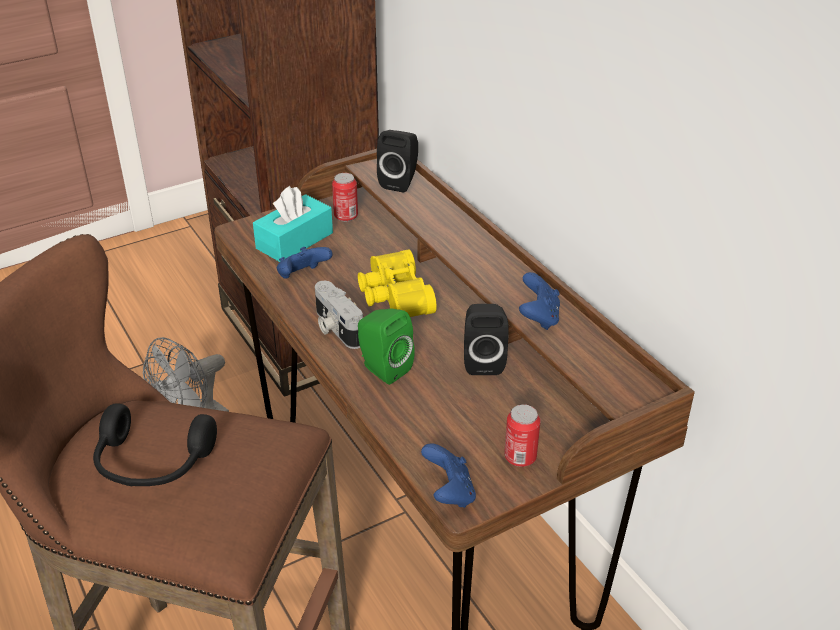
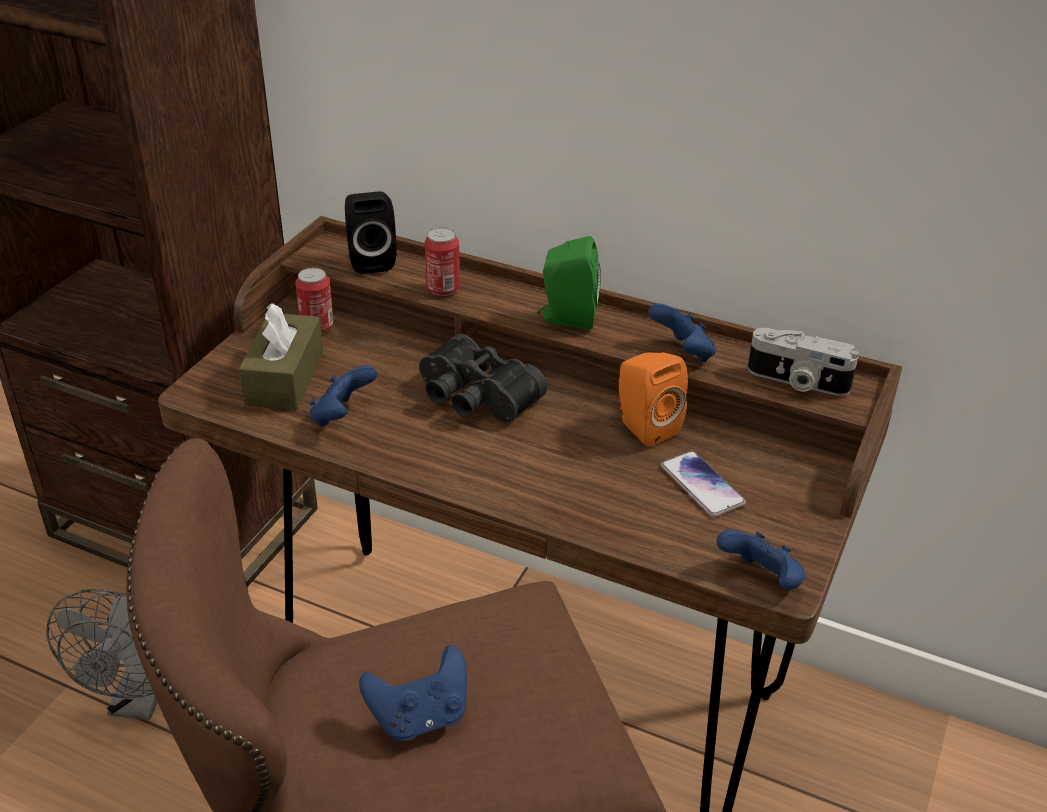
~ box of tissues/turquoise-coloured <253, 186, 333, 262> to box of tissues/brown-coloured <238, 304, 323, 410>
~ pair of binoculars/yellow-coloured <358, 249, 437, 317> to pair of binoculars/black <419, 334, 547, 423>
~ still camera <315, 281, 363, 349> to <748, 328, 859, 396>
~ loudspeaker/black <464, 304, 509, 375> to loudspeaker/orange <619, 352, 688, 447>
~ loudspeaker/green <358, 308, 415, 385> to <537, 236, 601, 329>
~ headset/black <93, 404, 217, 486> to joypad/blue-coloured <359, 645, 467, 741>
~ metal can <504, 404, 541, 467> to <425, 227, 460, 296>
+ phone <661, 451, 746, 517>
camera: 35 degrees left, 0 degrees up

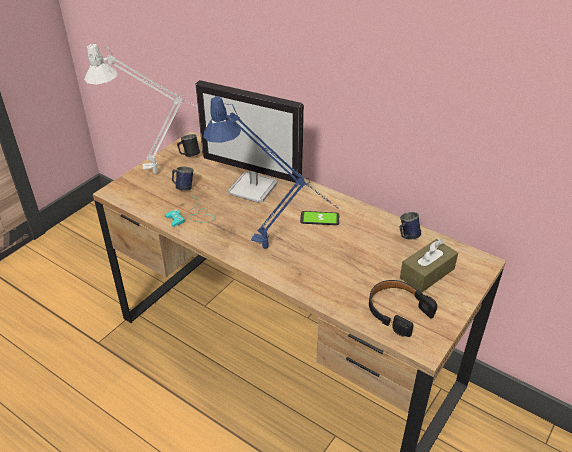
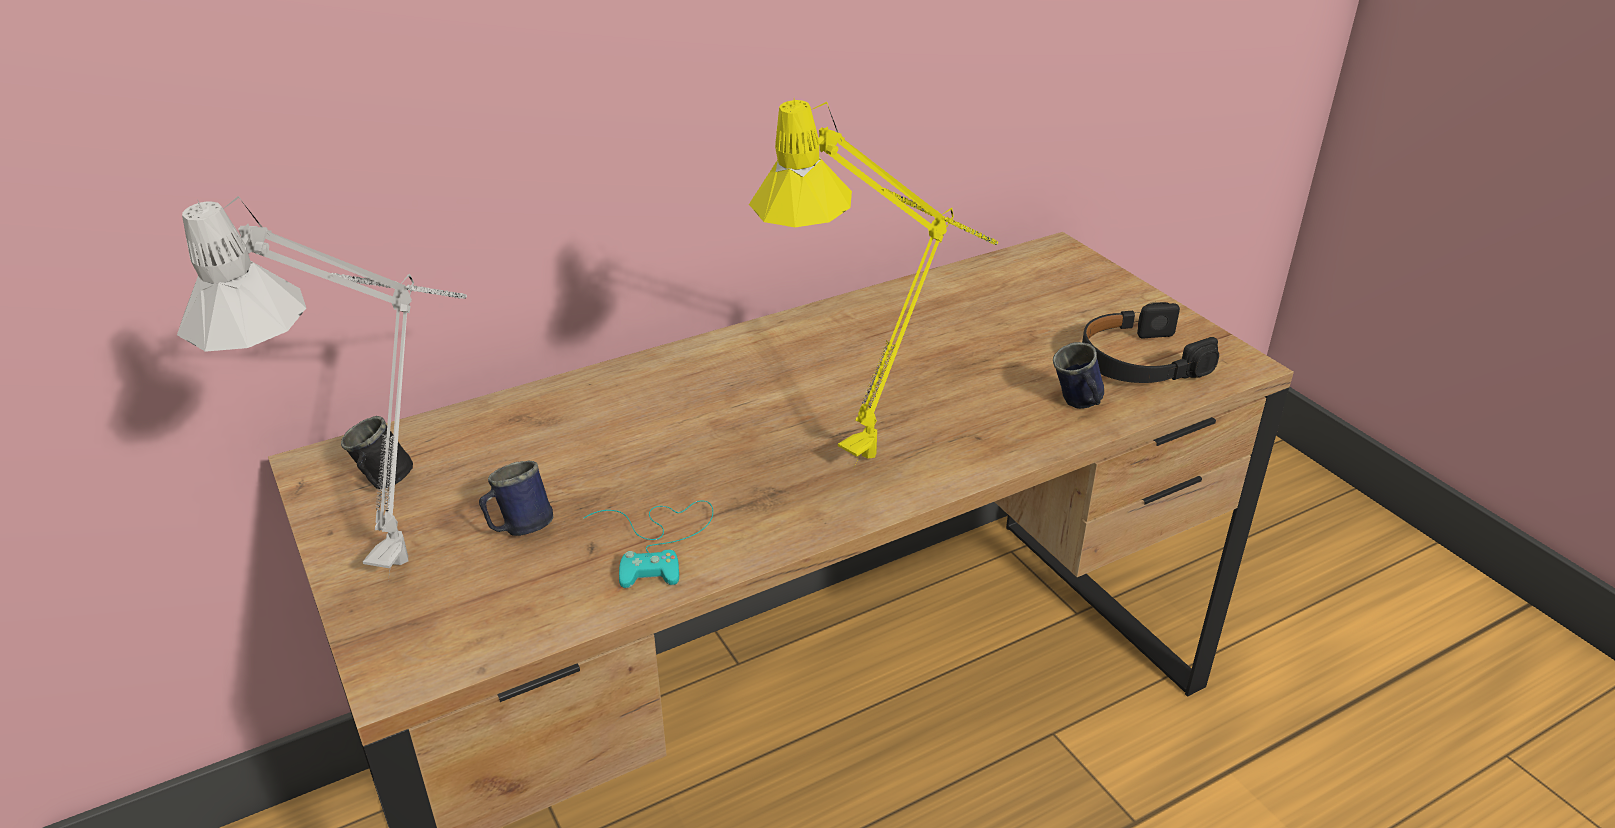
- computer display <196, 80, 304, 203>
~ tabletop lamp/blue-coloured <203, 96, 339, 249> to tabletop lamp/yellow-coloured <749, 99, 998, 464>
- phone <300, 211, 339, 225>
~ tea mug/blue-coloured <399, 212, 421, 240> to <1053, 342, 1104, 409>
- box of tissues/brown-coloured <400, 239, 458, 292>
camera: 65 degrees left, 5 degrees down

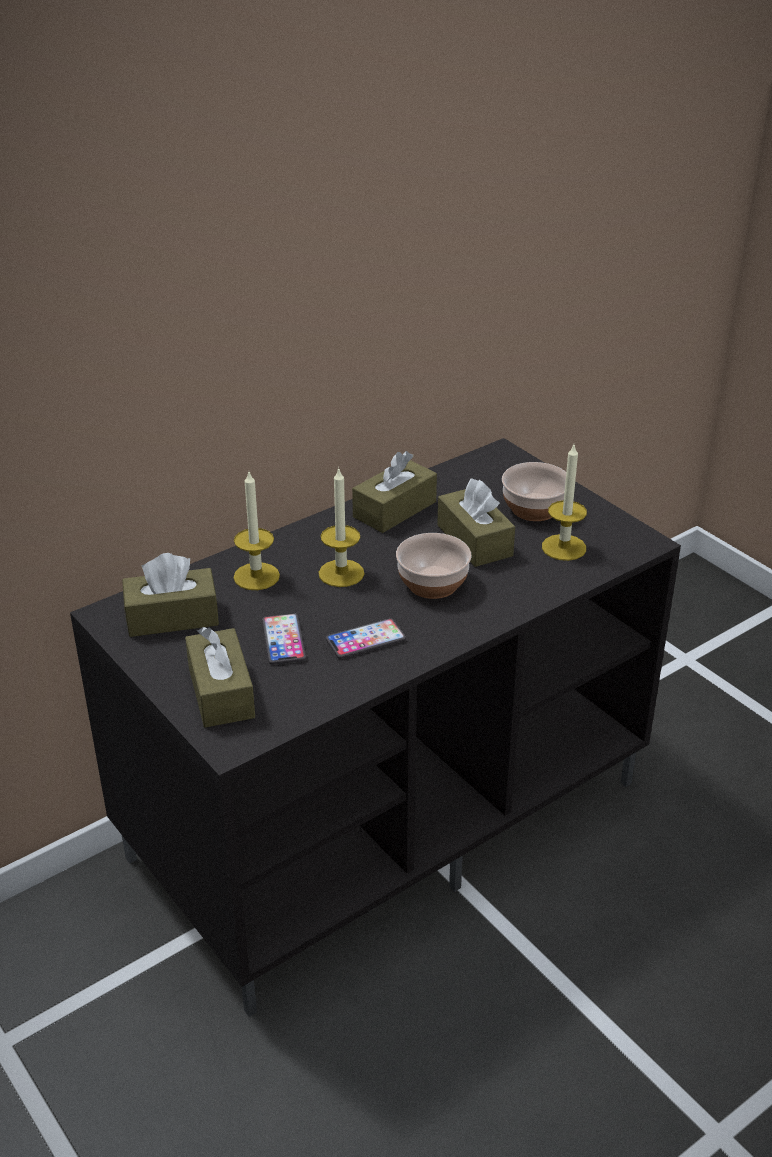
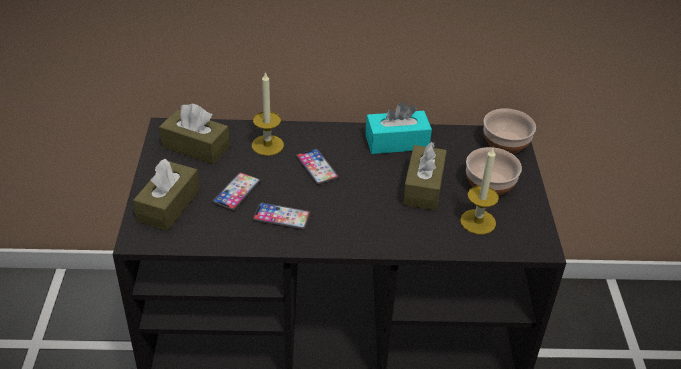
~ box of tissues/brown-coloured <352, 451, 437, 533> to box of tissues/turquoise-coloured <365, 102, 432, 154>
~ candle <319, 467, 364, 587> to phone <296, 149, 339, 185>
~ serving bowl <396, 533, 471, 599> to <483, 108, 536, 154>
camera: 35 degrees right, 5 degrees up

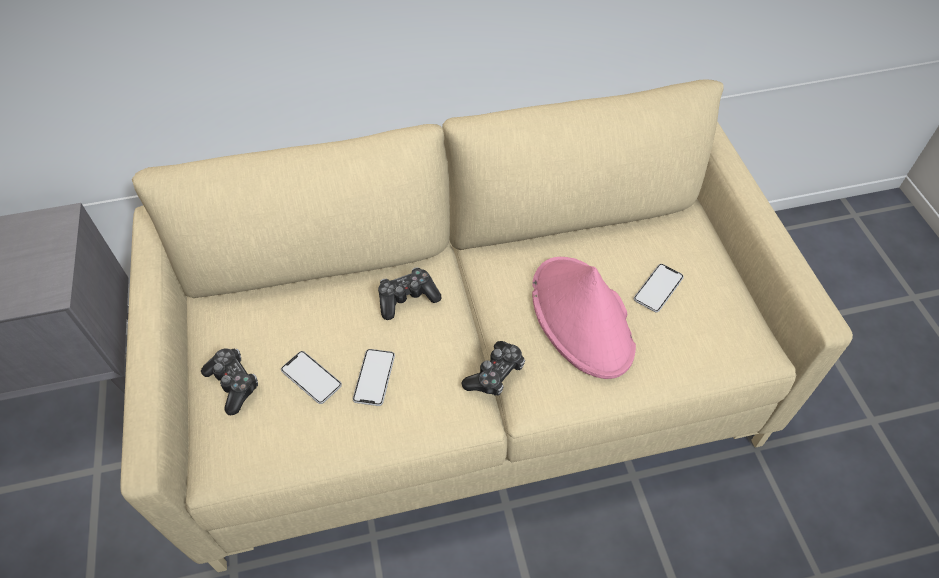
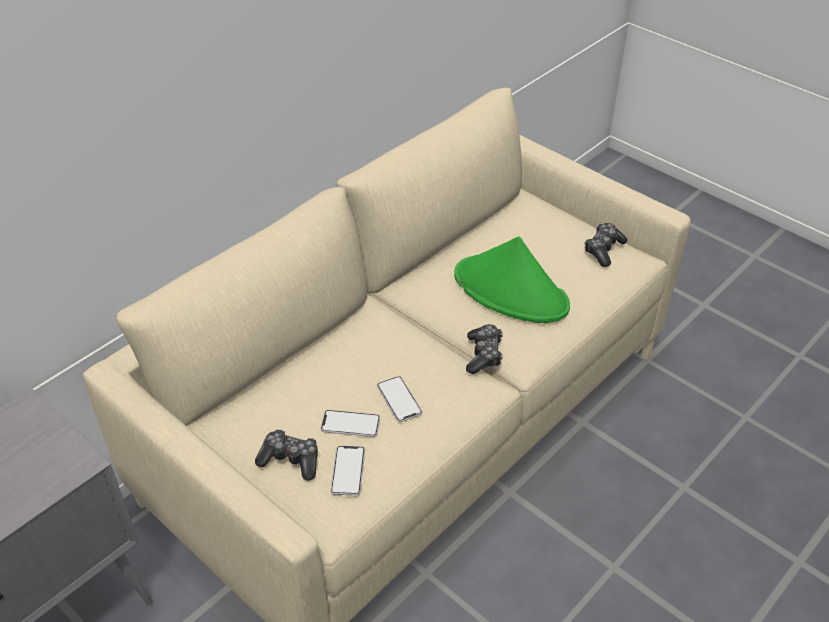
~ wearable hat/pink <532, 257, 636, 379> to wearable hat/green <454, 236, 570, 323>
~ phone <634, 264, 684, 312> to <330, 446, 365, 496>
~ joypad <378, 267, 441, 320> to <585, 223, 628, 267>
camera: 35 degrees left, 10 degrees down

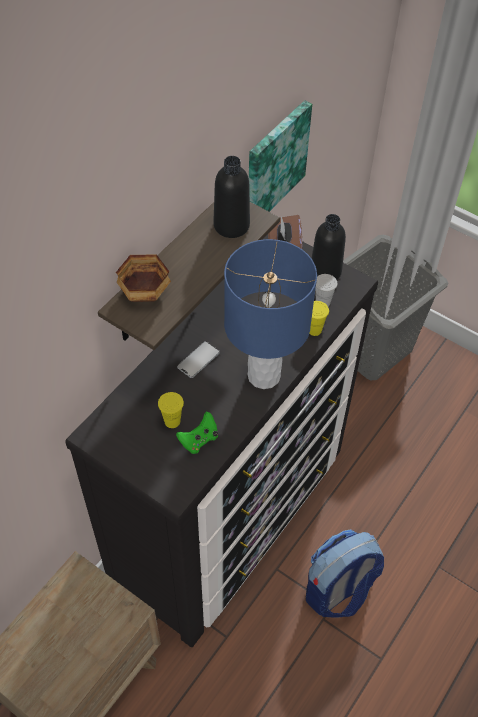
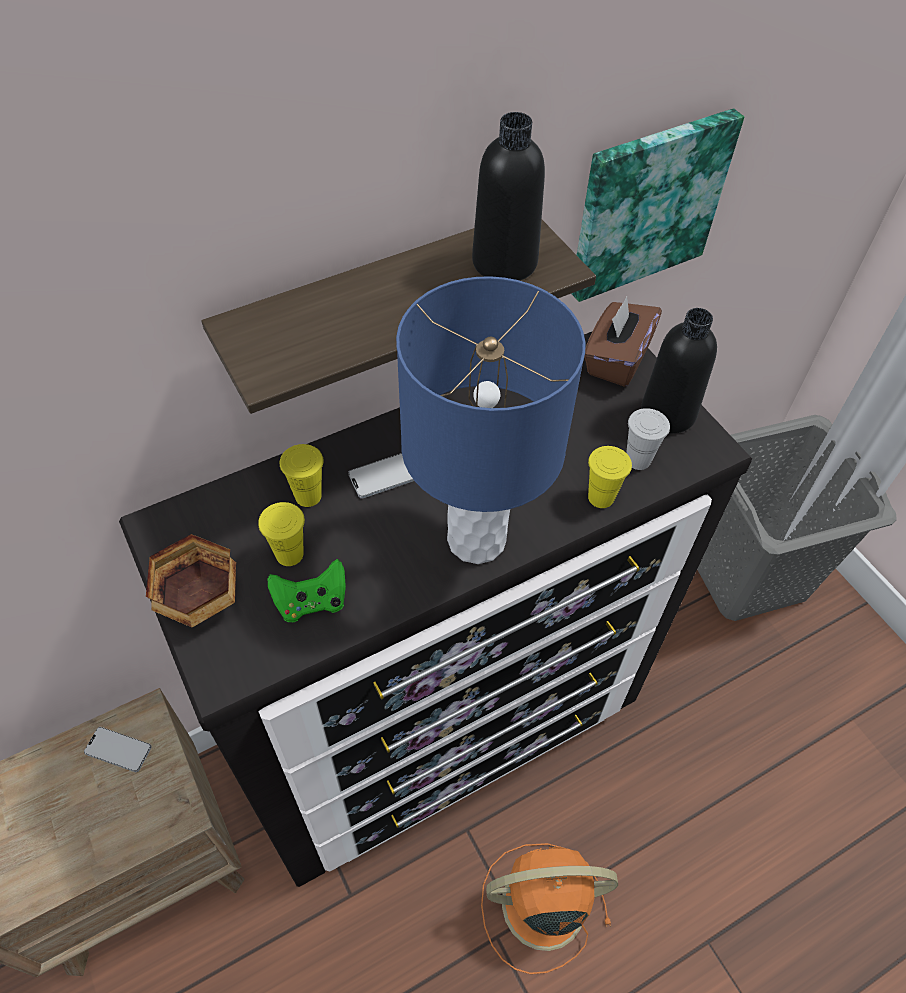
~ serving bowl <116, 254, 171, 302> to <146, 534, 236, 627>
~ backpack <306, 529, 384, 618> to electric fan/orange <481, 843, 618, 974>
+ small cup/yellow-coloured <280, 444, 324, 507>
+ phone <84, 727, 152, 772>
camera: 25 degrees right, 0 degrees up

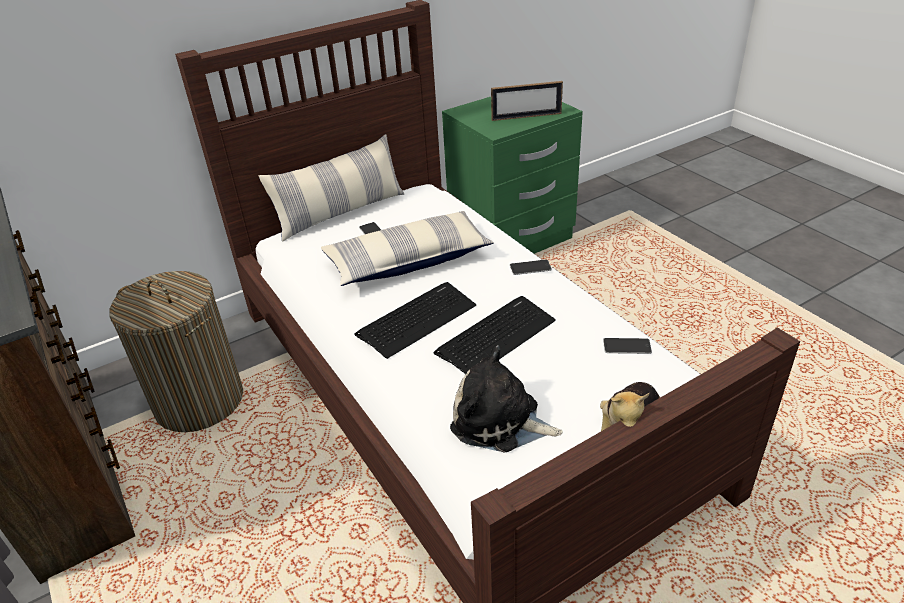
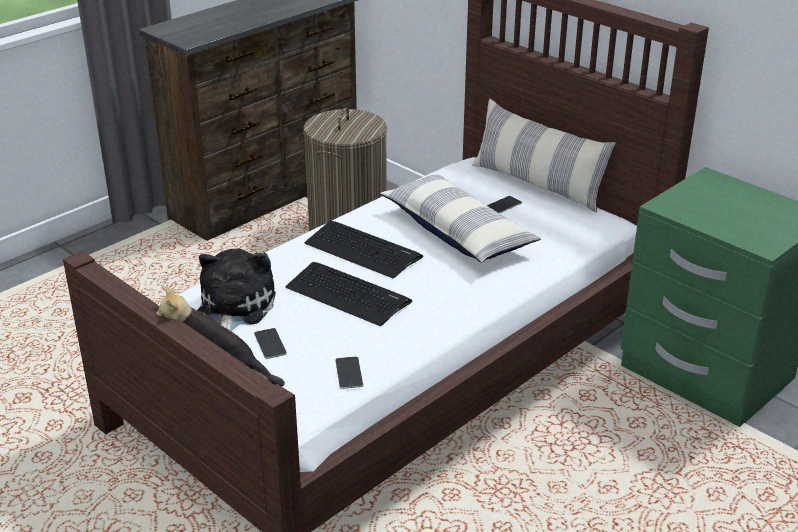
- photo frame <491, 81, 563, 121>
~ phone <510, 260, 552, 275> to <254, 328, 287, 359>
camera: 75 degrees right, 5 degrees down

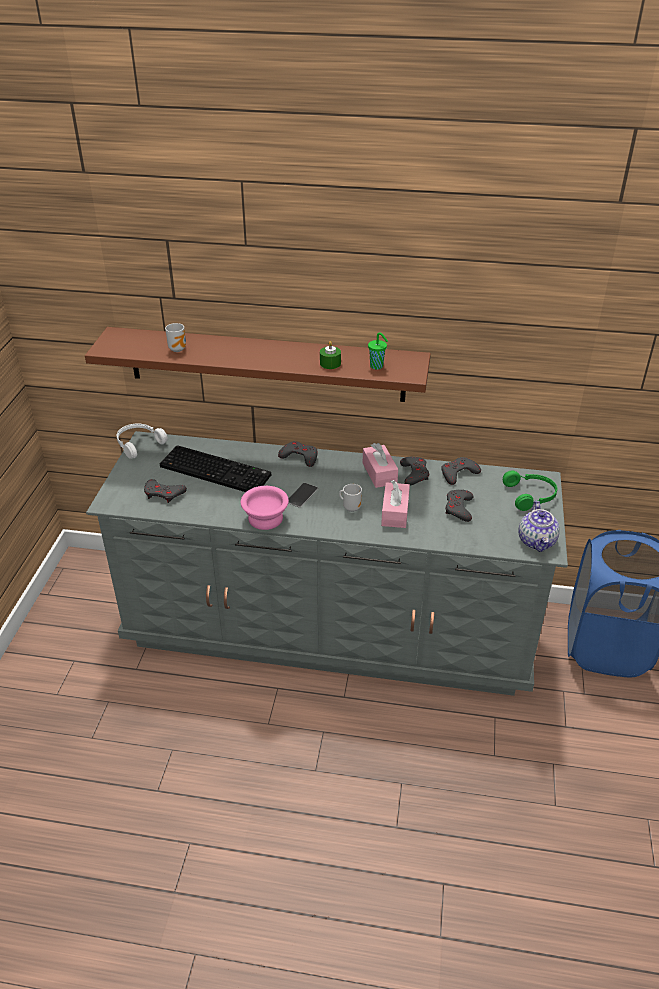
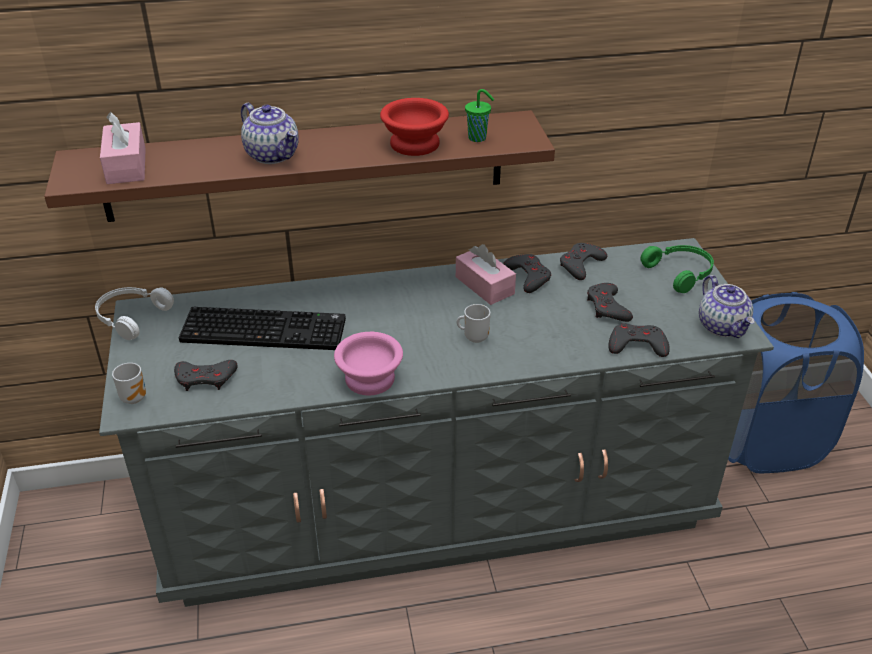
~ tea mug <165, 323, 186, 352> to <112, 363, 146, 404>
~ candle/green <320, 341, 341, 369> to serving bowl/reddish <380, 98, 449, 156>
~ joypad/gray <278, 441, 318, 467> to <608, 324, 670, 357>
~ box of tissues/pink <381, 480, 410, 528> to <100, 112, 146, 184>
- phone <288, 483, 318, 508>
+ pot for tea <241, 103, 299, 164>
camera: 20 degrees left, 0 degrees up

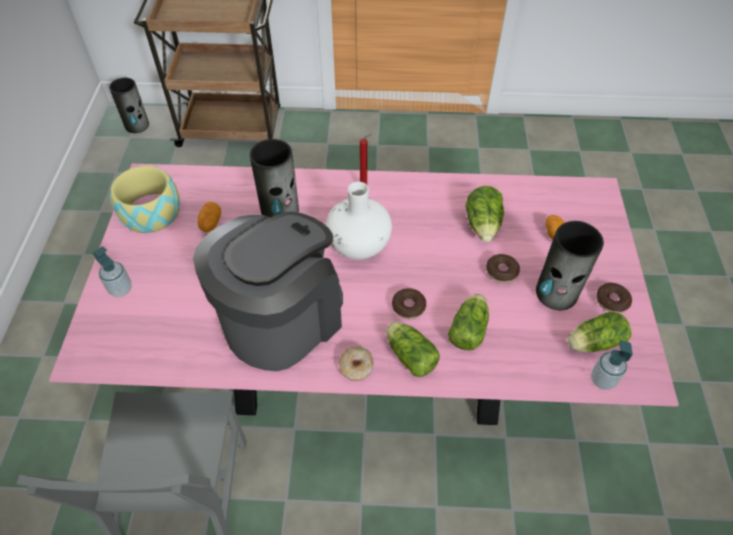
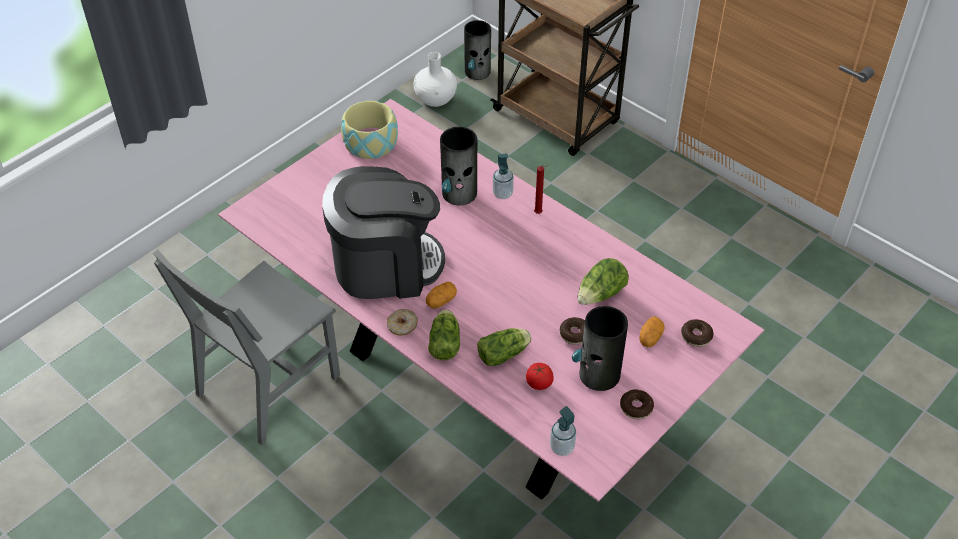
~ vase/white <326, 182, 392, 260> to <413, 52, 457, 107>
~ potato <198, 202, 221, 232> to <426, 282, 457, 308>
~ soap dispenser <93, 247, 132, 297> to <493, 153, 514, 199>
~ donut <392, 288, 426, 319> to <681, 319, 714, 347>
- lettuce head <567, 312, 632, 352>
+ tomato <526, 363, 554, 390>
camera: 40 degrees right, 5 degrees down

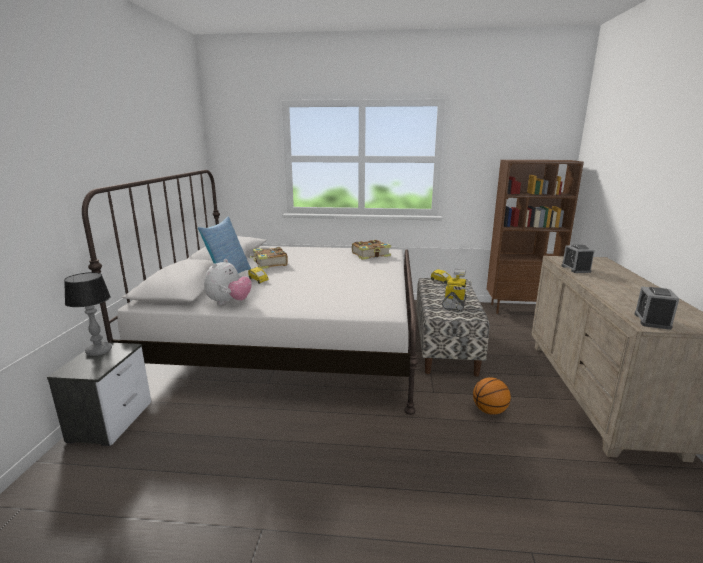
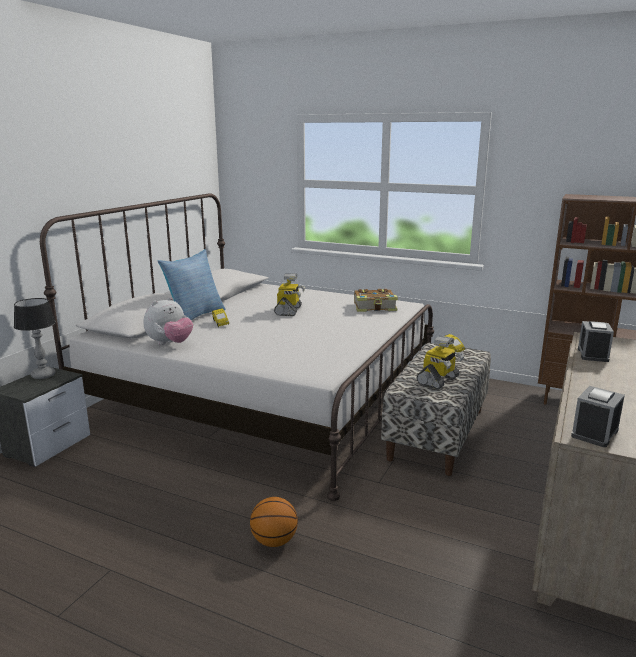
- book <250, 247, 288, 269>
~ basketball ball <473, 377, 511, 415> to <250, 497, 298, 547>
+ toy robot <274, 273, 305, 316>
camera: 20 degrees right, 0 degrees up

